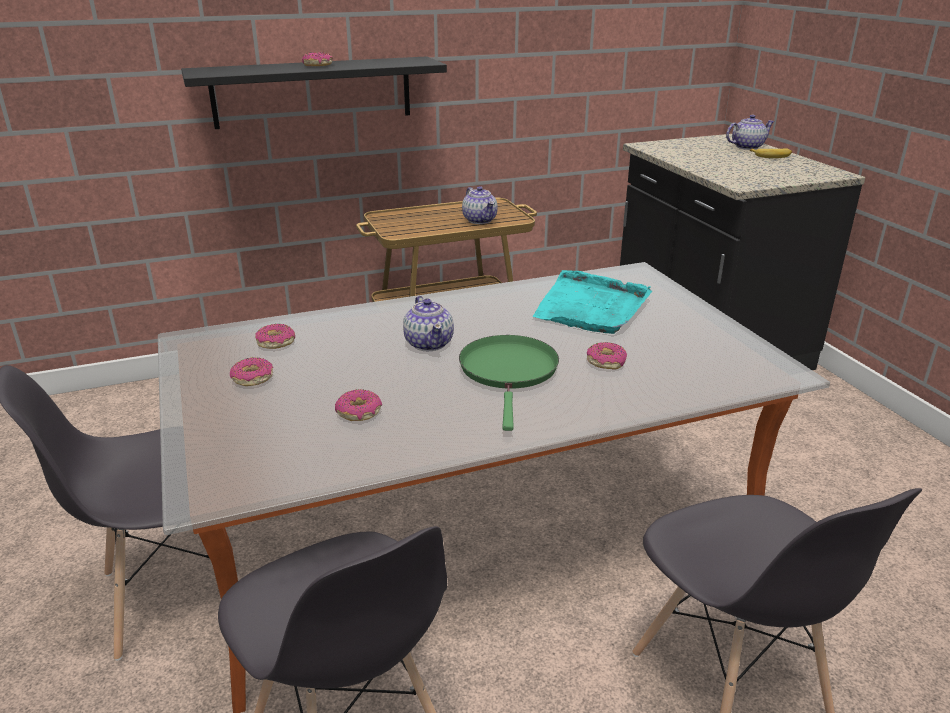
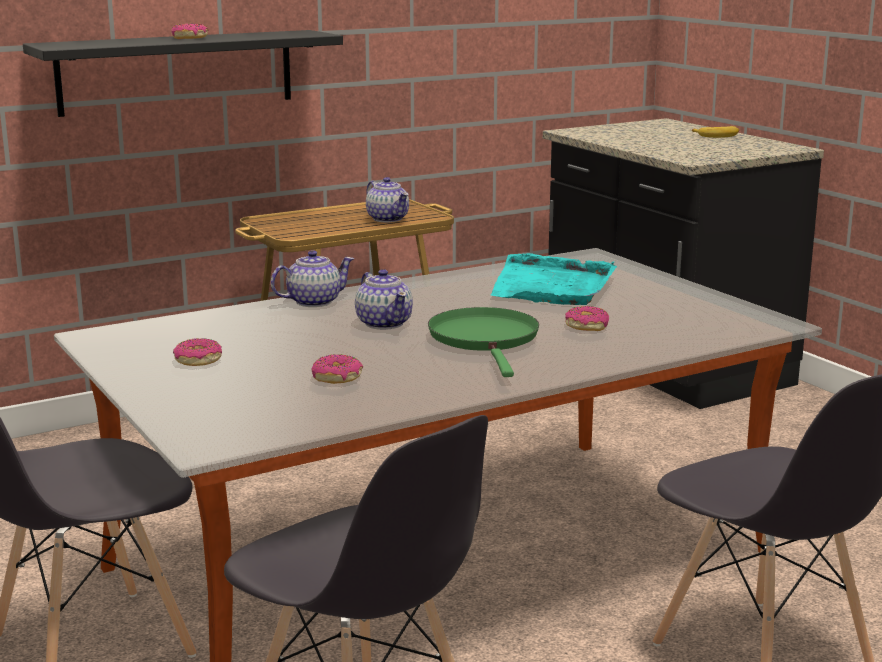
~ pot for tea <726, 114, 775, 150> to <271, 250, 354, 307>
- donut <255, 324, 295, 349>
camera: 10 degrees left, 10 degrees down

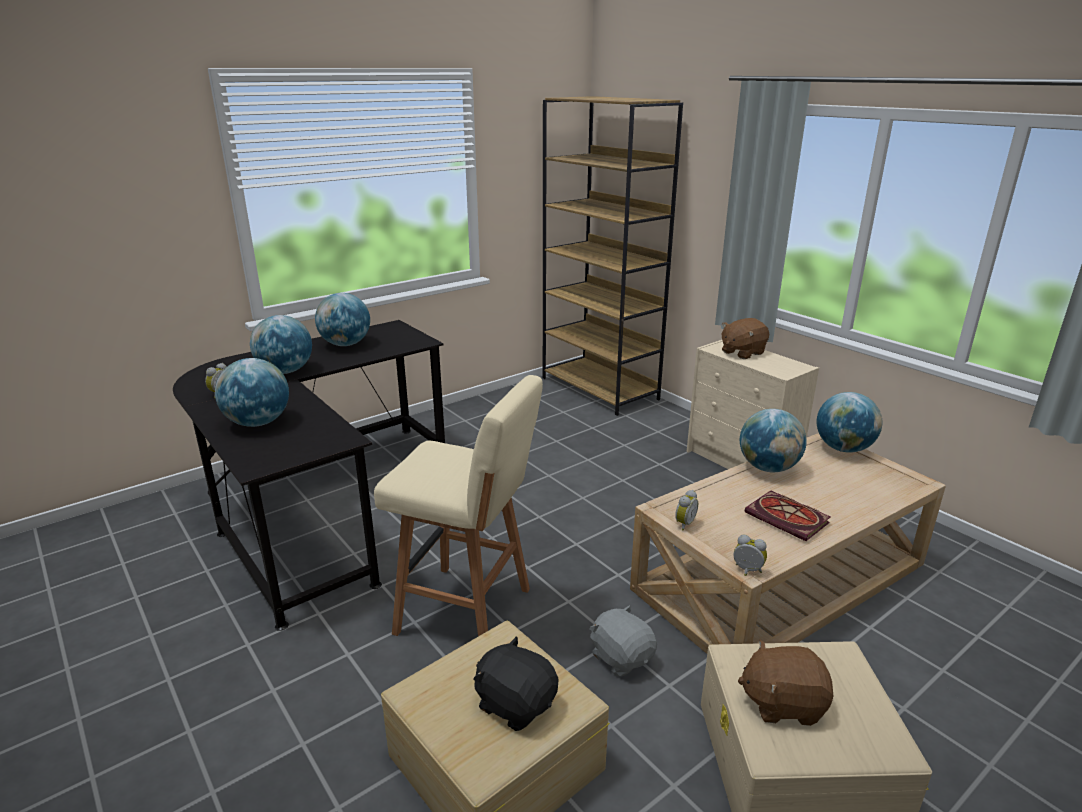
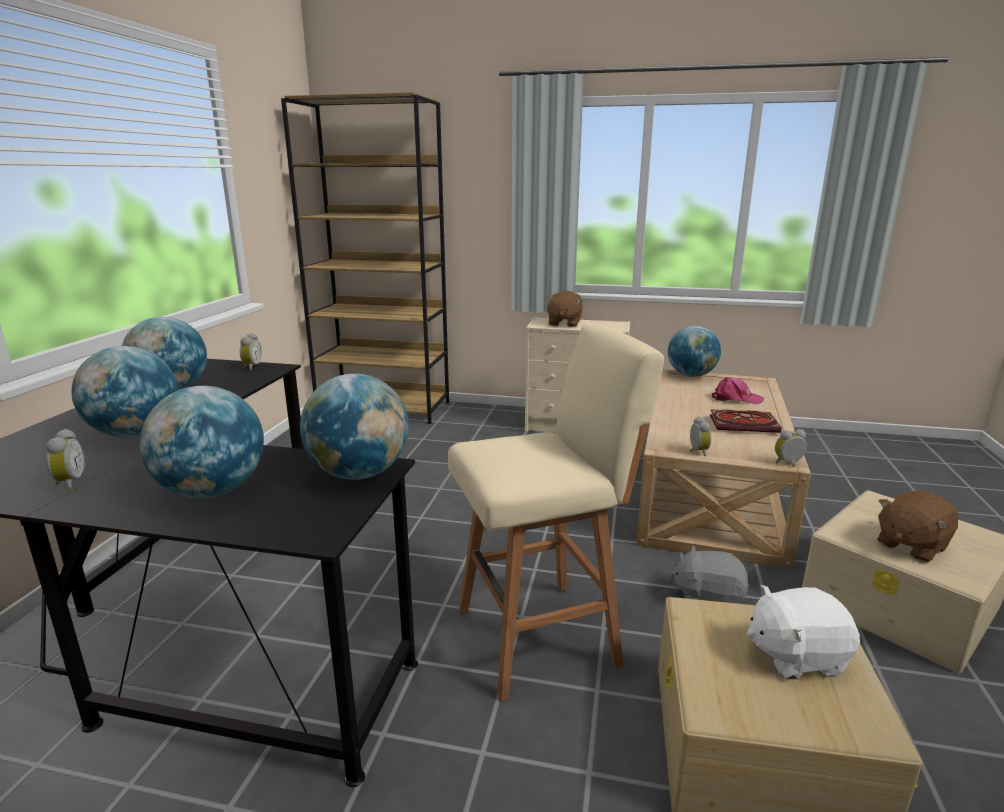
~ world globe <740, 409, 807, 472> to <300, 373, 409, 480>
~ cuddly toy/black <473, 636, 558, 731> to cuddly toy/white <747, 585, 860, 679>
+ alarm clock <240, 333, 261, 370>
+ baseball cap/pink <711, 377, 764, 405>
camera: 40 degrees left, 5 degrees down

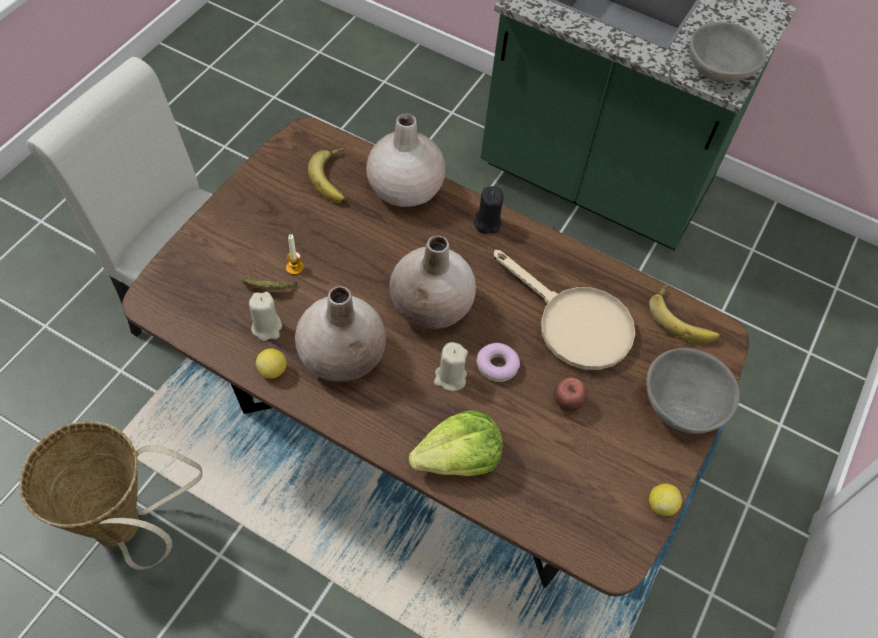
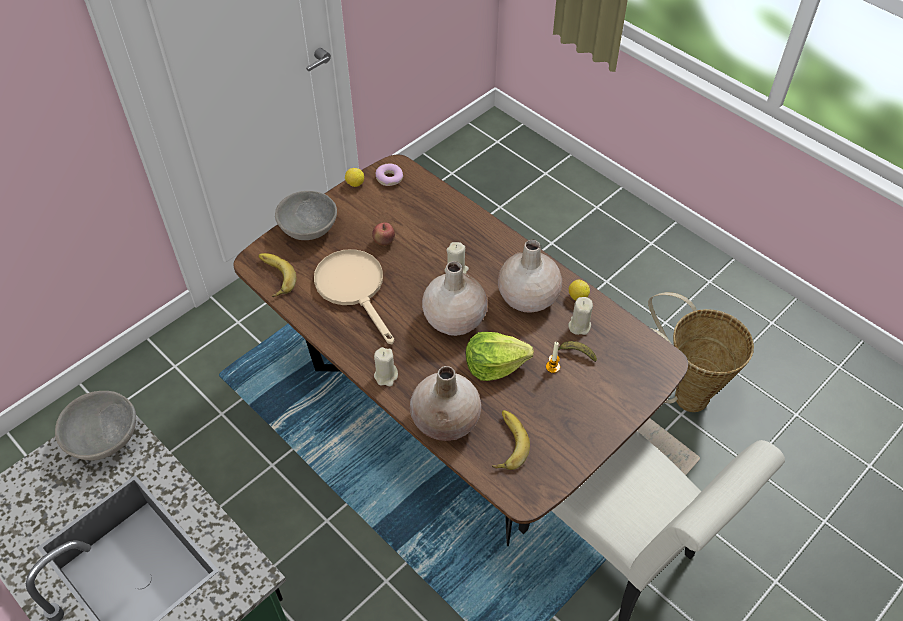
~ candle/black <474, 186, 503, 234> to candle/beige <374, 347, 398, 386>
~ donut <476, 343, 520, 382> to <375, 164, 403, 186>
~ lettuce head <409, 410, 503, 476> to <466, 332, 534, 381>
camera: 160 degrees left, 5 degrees down

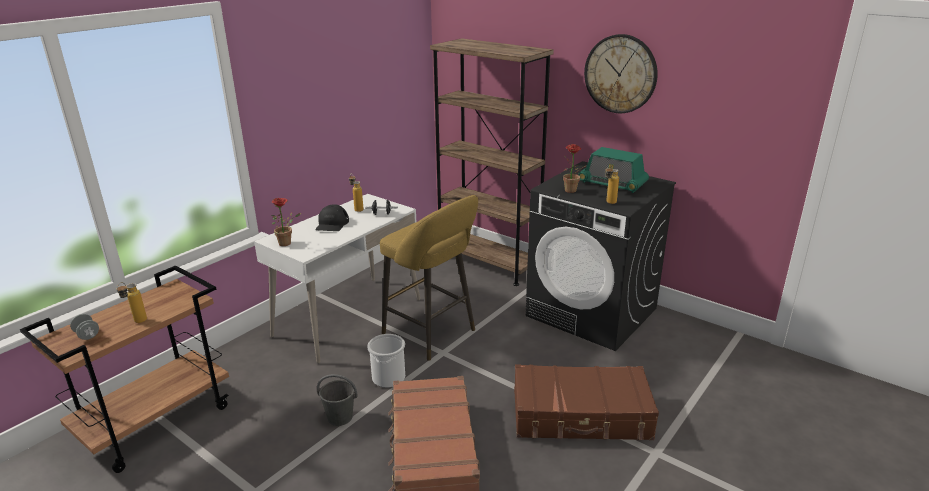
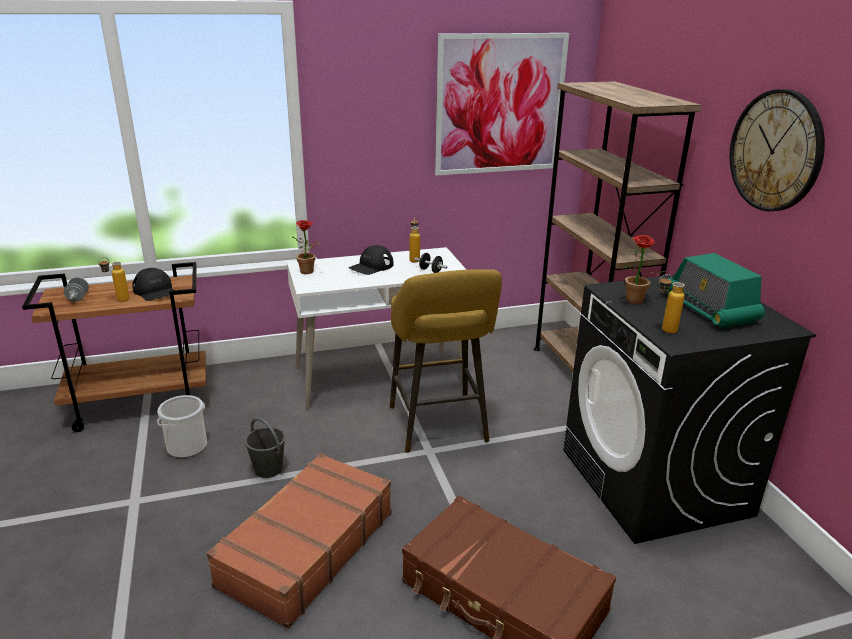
~ pail <367, 334, 405, 388> to <157, 395, 207, 458>
+ wall art <435, 33, 569, 176>
+ baseball cap/black <132, 268, 174, 301>
camera: 35 degrees right, 0 degrees up

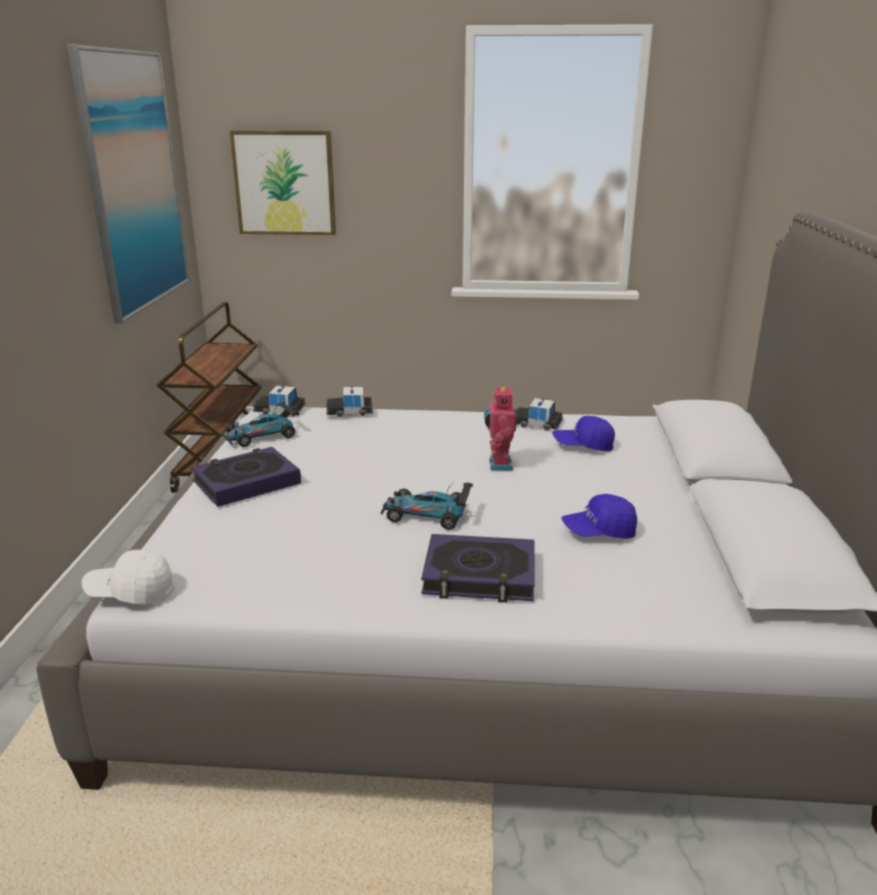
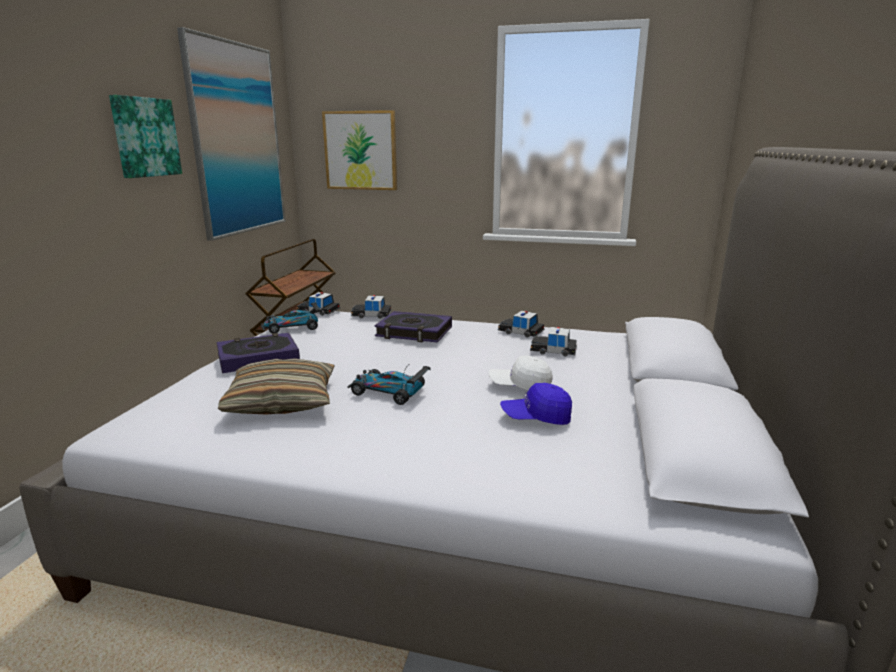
- toy robot <484, 384, 517, 470>
~ baseball cap/blue-coloured <552, 416, 615, 451> to toy car <530, 327, 577, 357>
~ book <421, 534, 535, 602> to <375, 311, 452, 343>
~ baseball cap/white <82, 550, 174, 604> to <488, 356, 553, 390>
+ wall art <109, 95, 182, 178>
+ pillow <218, 358, 335, 414>
camera: 10 degrees right, 5 degrees down

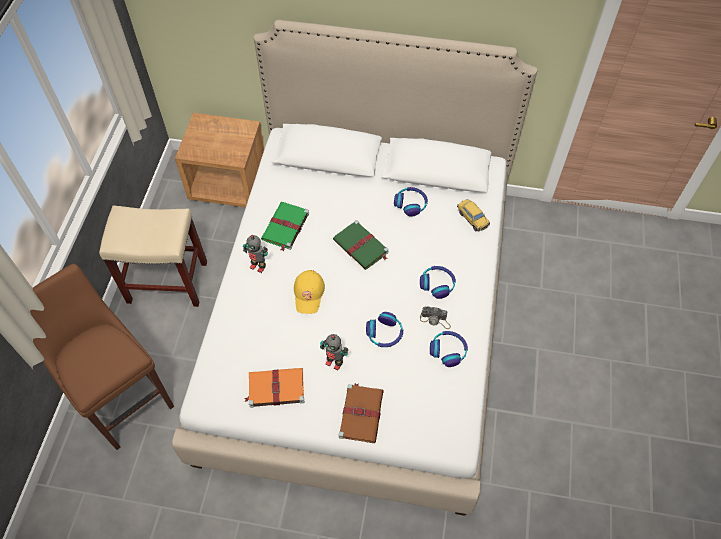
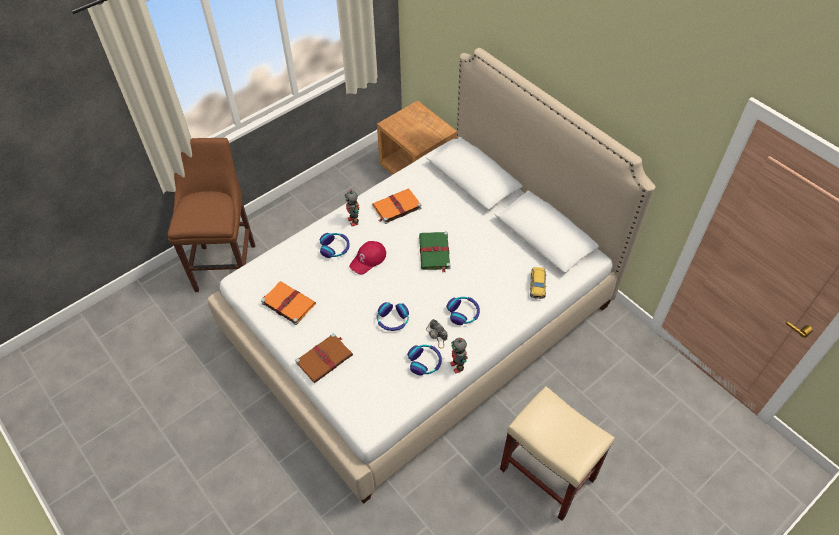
~ headset <394, 187, 428, 217> to <320, 233, 350, 258>
~ book/green <261, 202, 309, 252> to book/orange <372, 188, 422, 224>
~ stool seat/beige <99, 205, 207, 307> to <500, 386, 615, 521>
~ baseball cap/yellow-coloured <294, 270, 325, 314> to baseball cap/reddish <349, 241, 386, 274>
~ toy robot <320, 334, 348, 371> to <450, 338, 468, 374>
camera: 40 degrees right, 5 degrees down

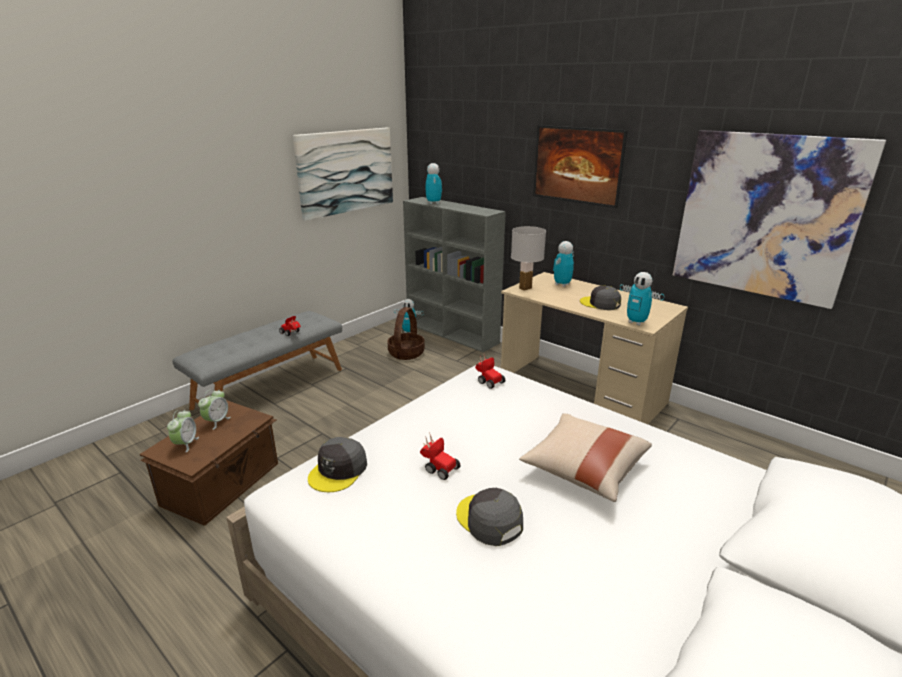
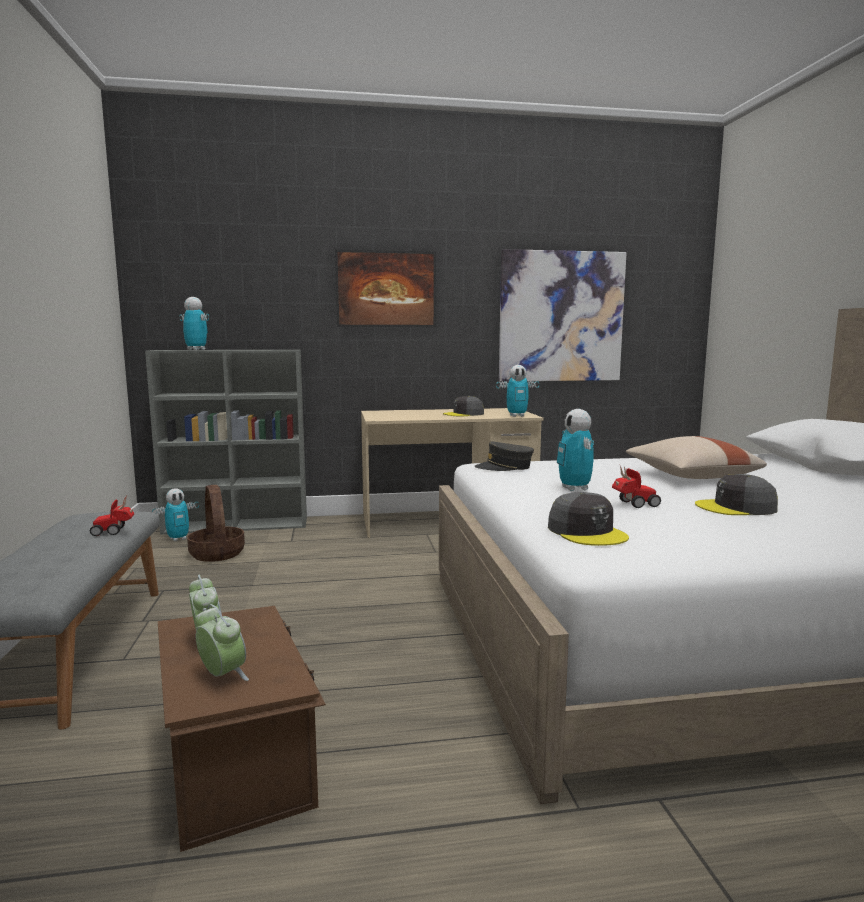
- wall art <293, 128, 393, 221>
- tabletop lamp/white <511, 226, 546, 291>
~ toy robot <553, 241, 574, 287> to <557, 409, 594, 491>
~ toy car <475, 355, 506, 389> to baseball cap/gray <474, 441, 534, 471>
camera: 50 degrees left, 15 degrees down

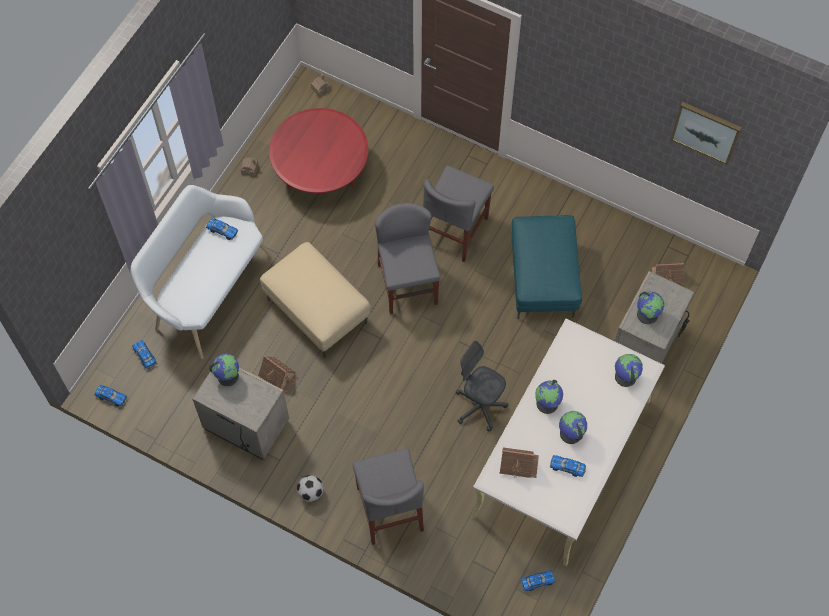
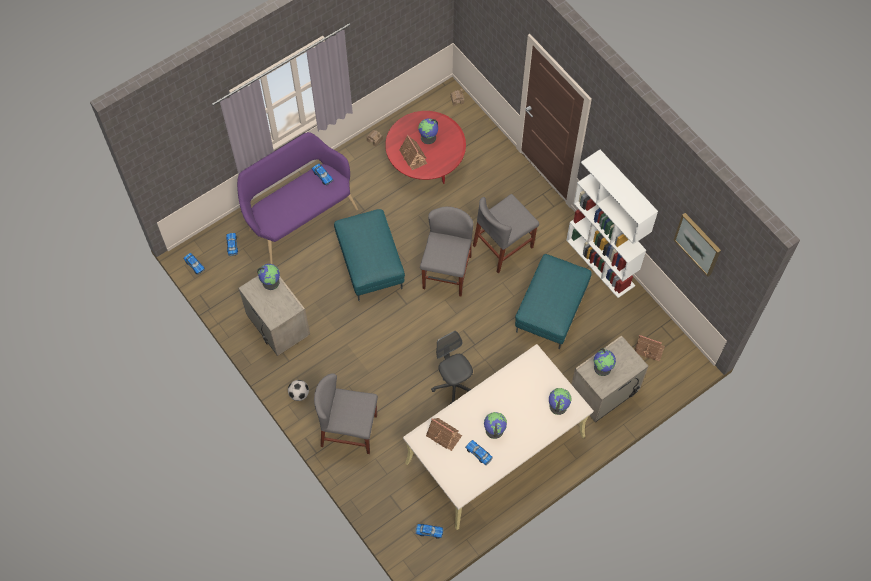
~ indoor bench/white <131, 185, 271, 359> to indoor bench/purple <237, 132, 358, 264>
~ ottoman/beige <260, 242, 371, 358> to ottoman/turquoise-coloured <334, 209, 405, 301>
~ toy house <258, 356, 299, 394> to <399, 135, 428, 170>
~ world globe <535, 380, 563, 414> to <418, 118, 438, 144>
~ plain chair/gray <353, 448, 424, 545> = <314, 373, 378, 454> 90 degrees clockwise
+ bookcase/white <566, 150, 658, 298>
camera: 25 degrees right, 0 degrees up

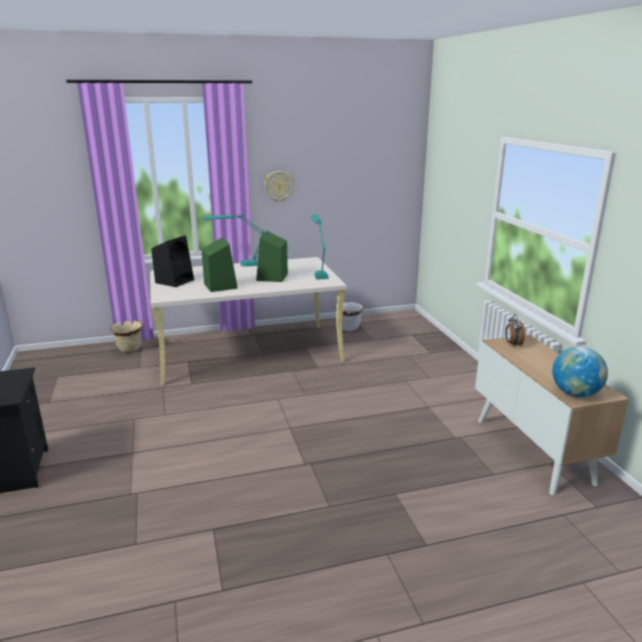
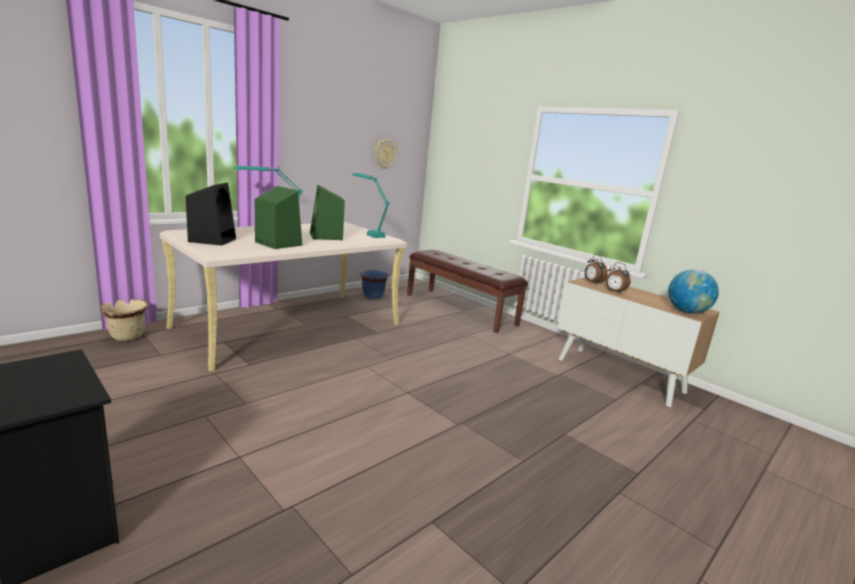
~ wall clock <264, 171, 294, 202> to <375, 139, 398, 169>
~ planter/white <335, 302, 364, 331> to planter/blue-coloured <360, 270, 390, 299>
+ indoor bench/brown-coloured <407, 250, 528, 333>
+ alarm clock <606, 262, 631, 294>
camera: 30 degrees left, 5 degrees down

